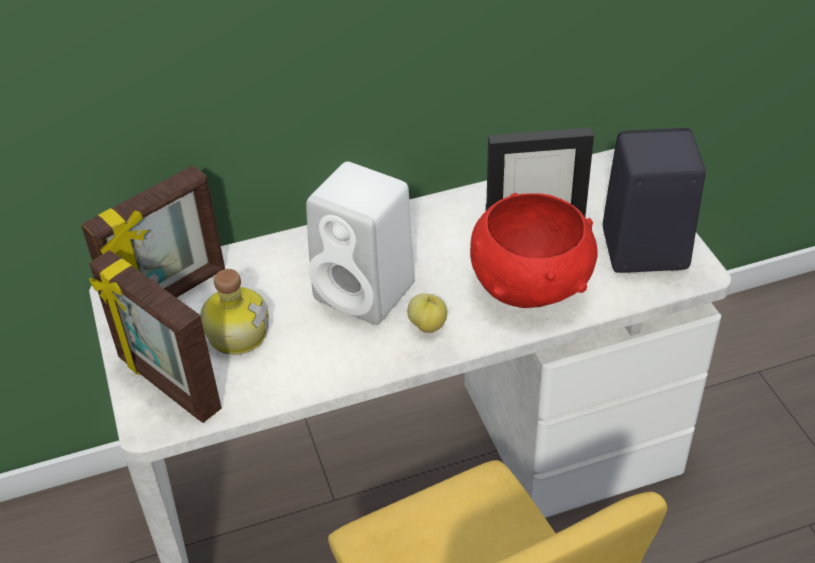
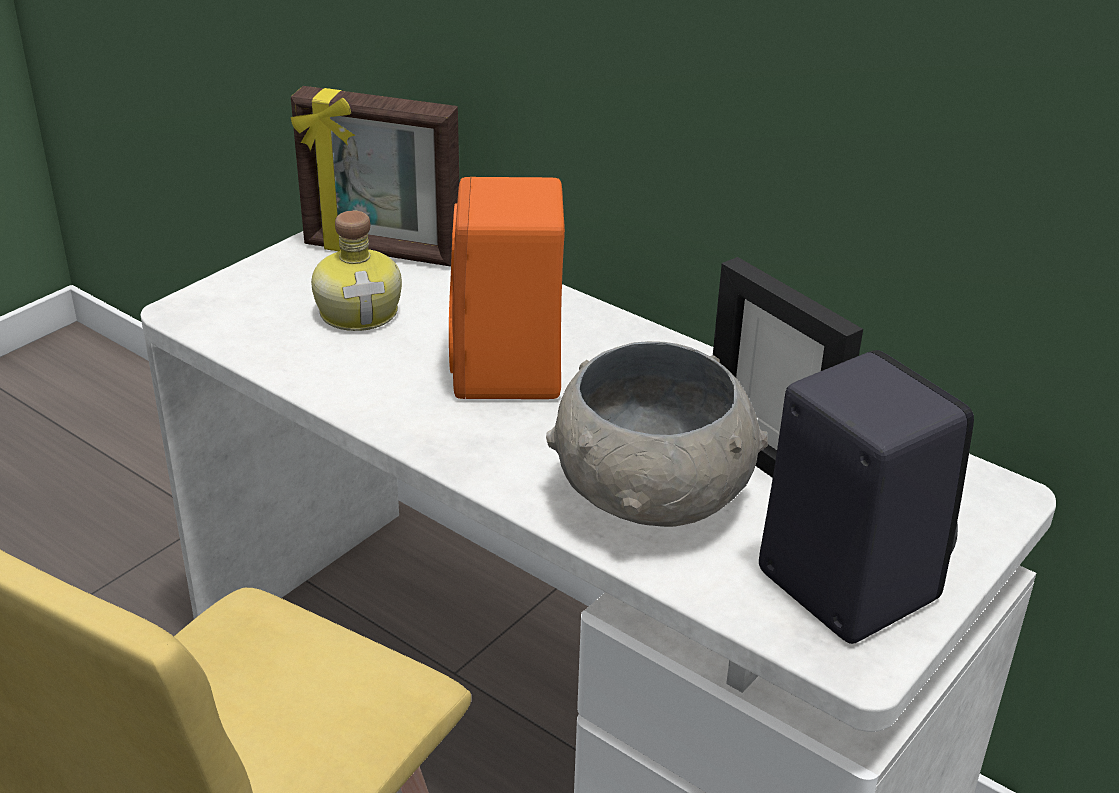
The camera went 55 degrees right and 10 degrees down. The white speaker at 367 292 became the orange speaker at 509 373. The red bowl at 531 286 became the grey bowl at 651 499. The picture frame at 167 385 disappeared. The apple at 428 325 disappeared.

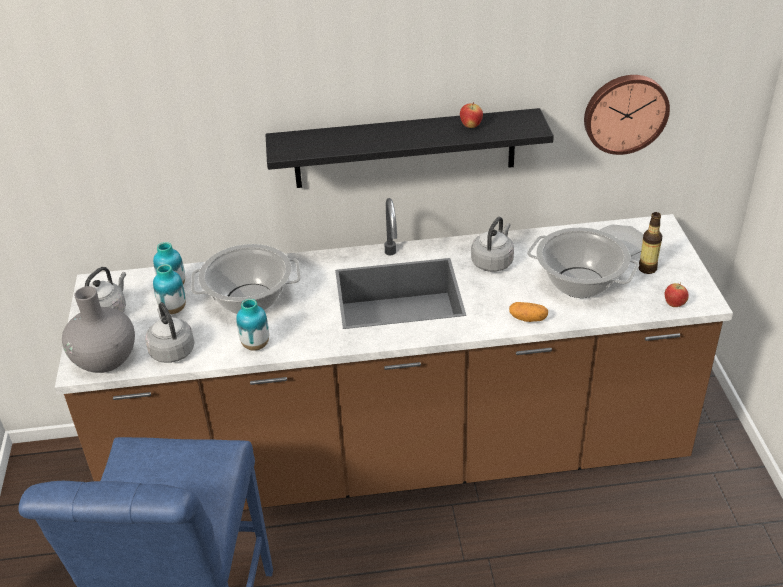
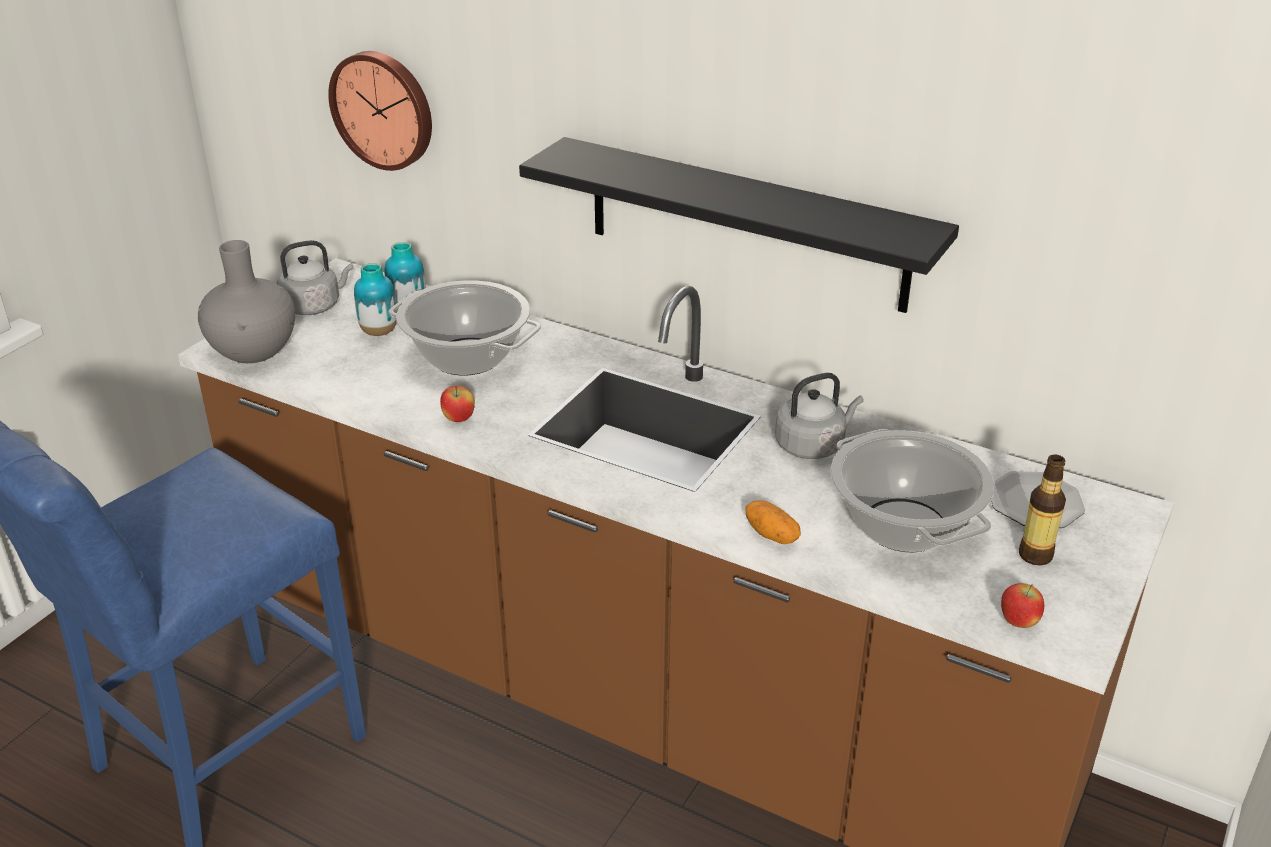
The camera went 35 degrees right and 5 degrees down. The wall clock moved from 625 113 to 384 109. The apple moved from 471 126 to 459 419. The grey kettle at 171 350 disappeared. The vase at 255 345 disappeared.

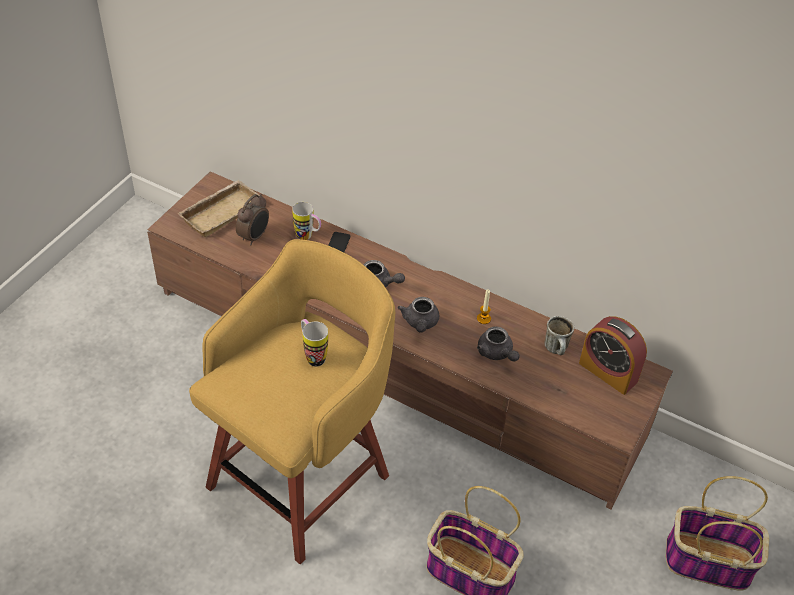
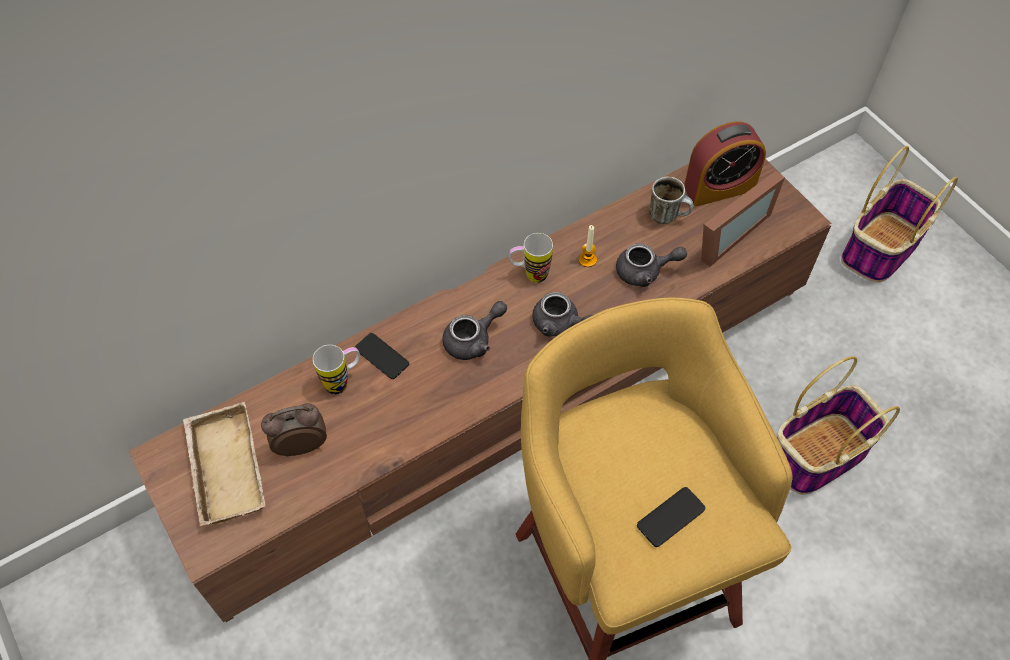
The camera went 60 degrees left and 10 degrees up. The alarm clock at 254 237 turned 75 degrees counterclockwise. The mug moved from 312 355 to 529 275. The phone at 671 517 appeared. The picture frame at 725 234 appeared.

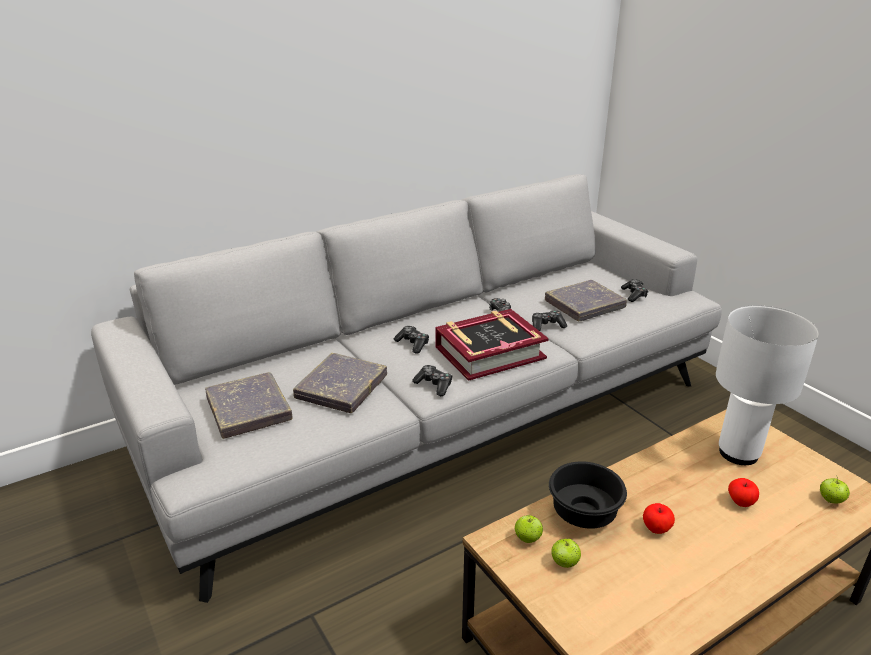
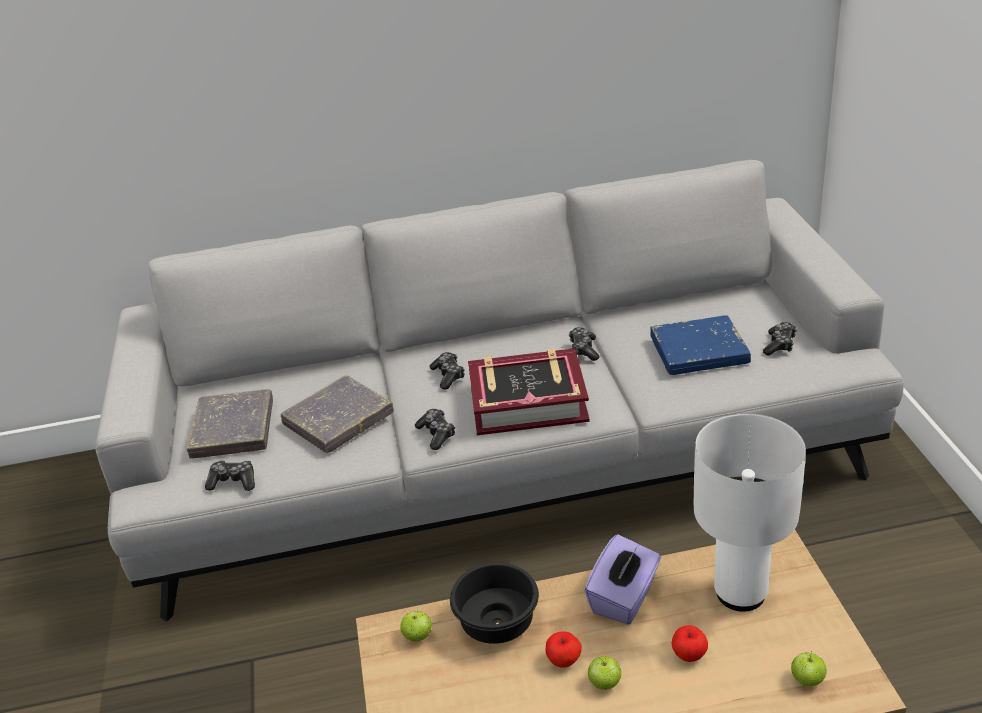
The camera went 25 degrees right and 5 degrees up. The game controller moved from 547 326 to 233 482. The purple tissue box at 624 598 appeared. The apple moved from 564 563 to 604 684. The grey book at 584 305 became the blue book at 699 351.

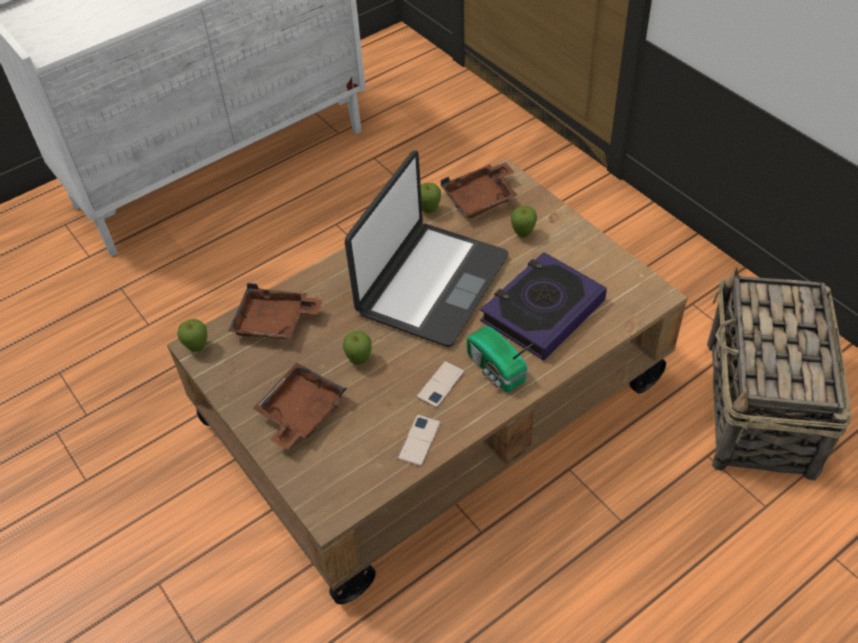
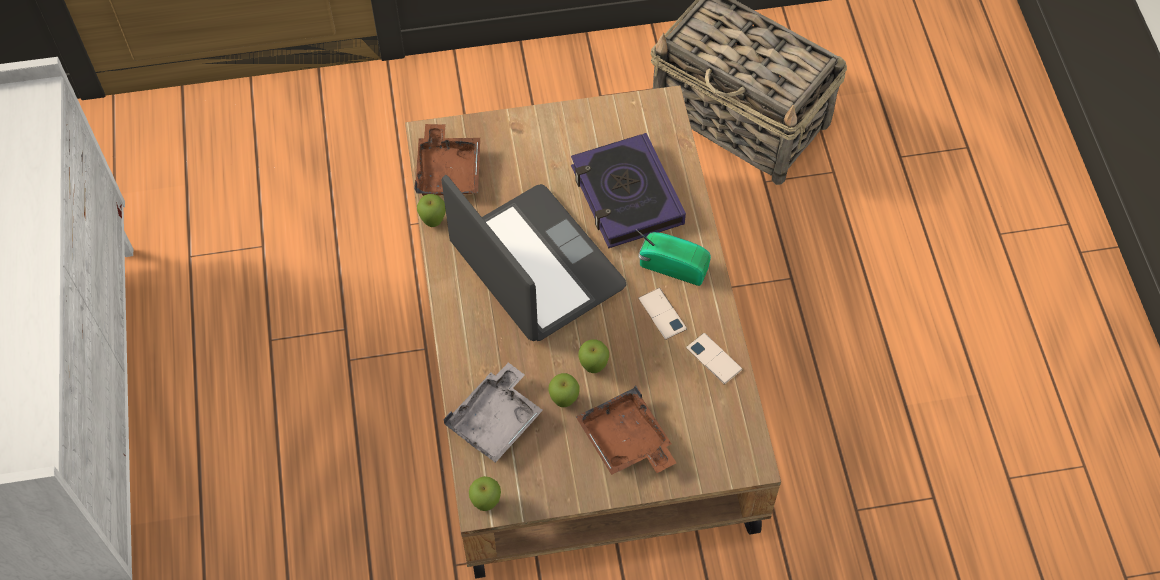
The camera went 65 degrees left and 10 degrees up. The brown tray at 275 322 became the grey tray at 496 420. The apple moved from 523 234 to 564 401. The radio at 496 370 turned 150 degrees counterclockwise.

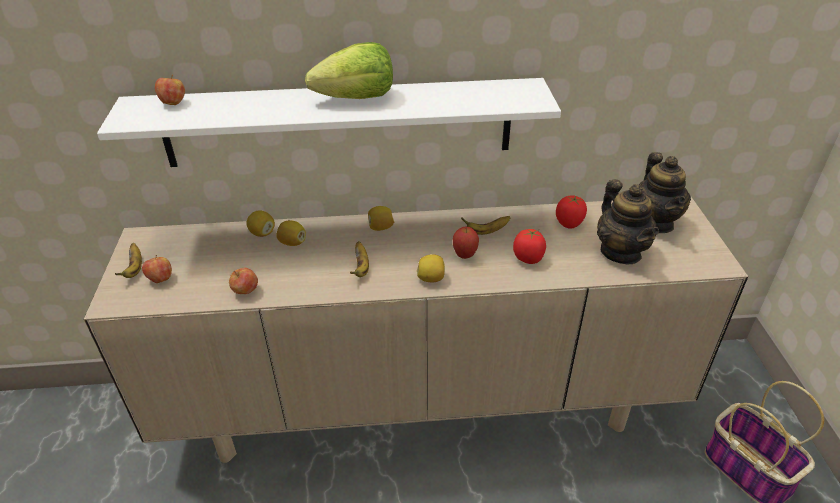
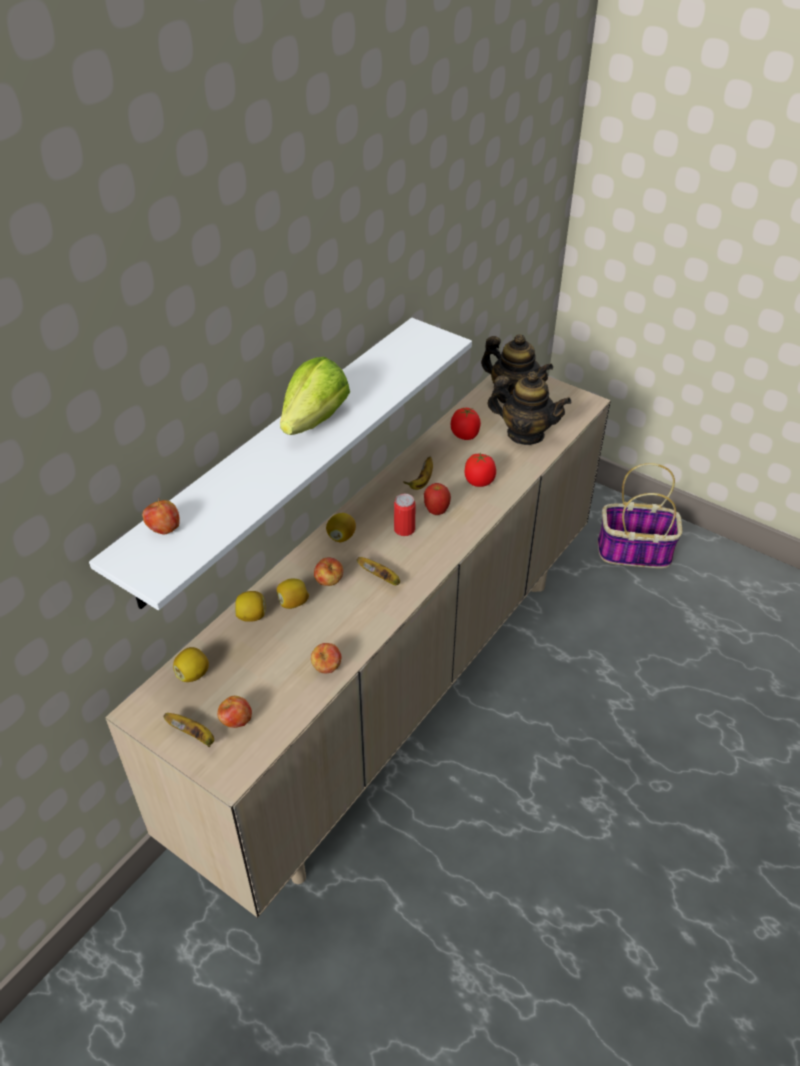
The camera went 50 degrees left and 5 degrees up. The lemon moved from 431 278 to 193 674. The apple at 329 581 appeared. The can at 404 529 appeared.

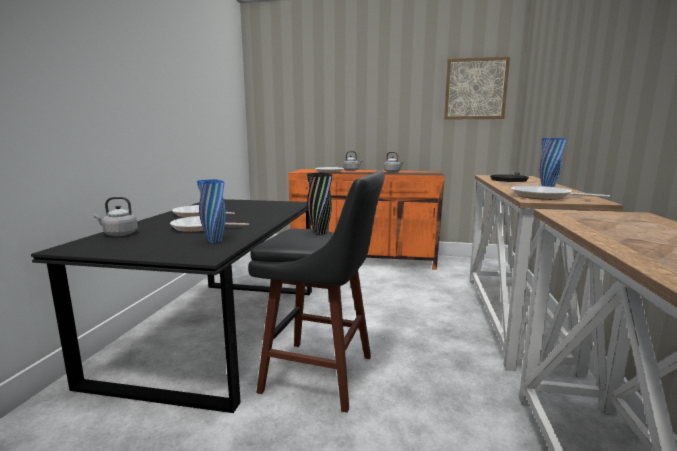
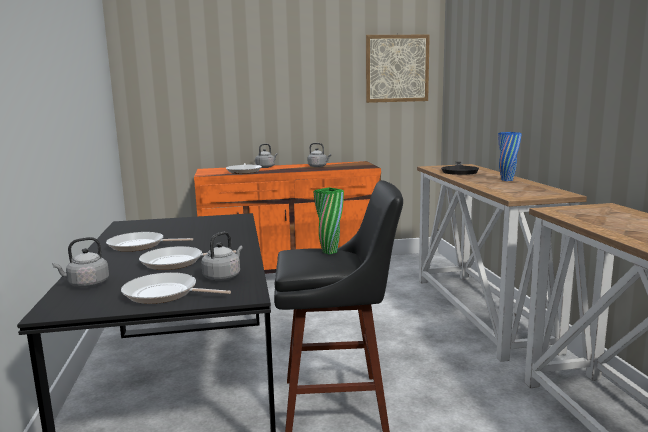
The camera went 20 degrees left and 0 degrees up. The frying pan moved from 544 197 to 164 294. The blue vase at 214 241 was replaced by the grey kettle at 223 276. The black vase at 320 233 became the green vase at 329 252.

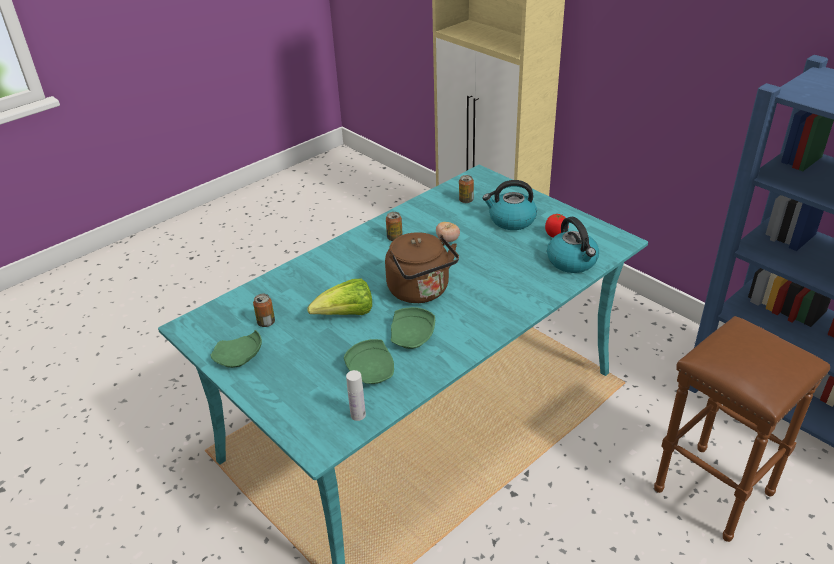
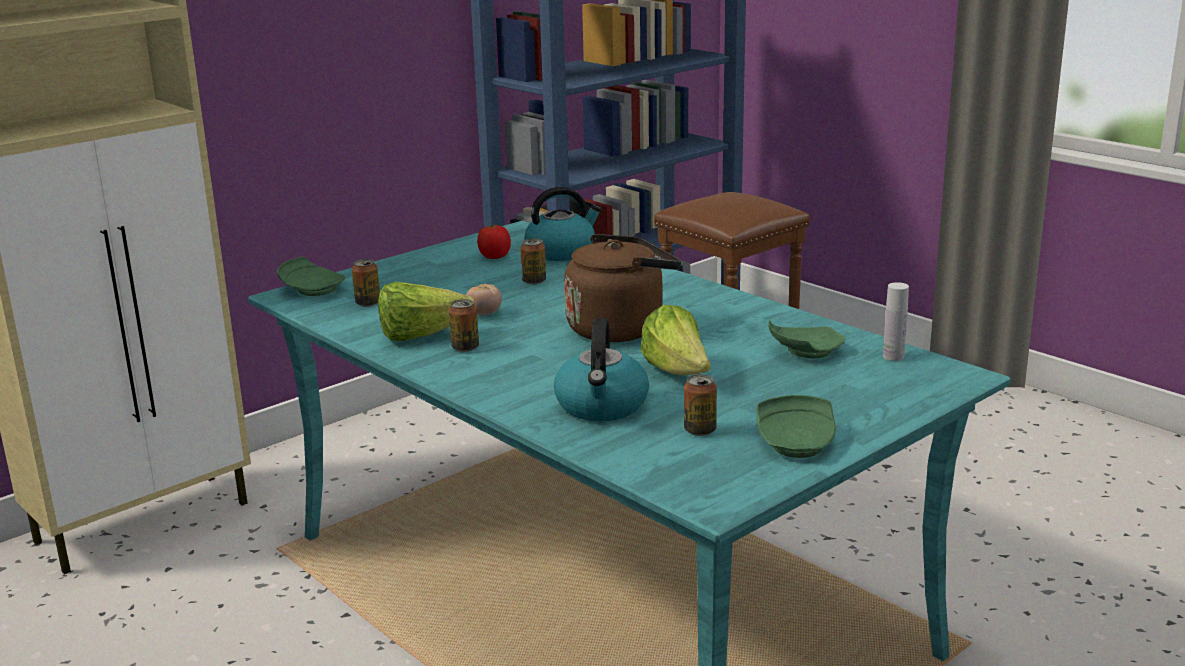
The camera went 90 degrees left and 15 degrees down. The green plate moved from 412 337 to 312 289. The lettuce at 421 336 appeared. The can at 534 281 appeared. The kettle moved from 511 220 to 602 406.

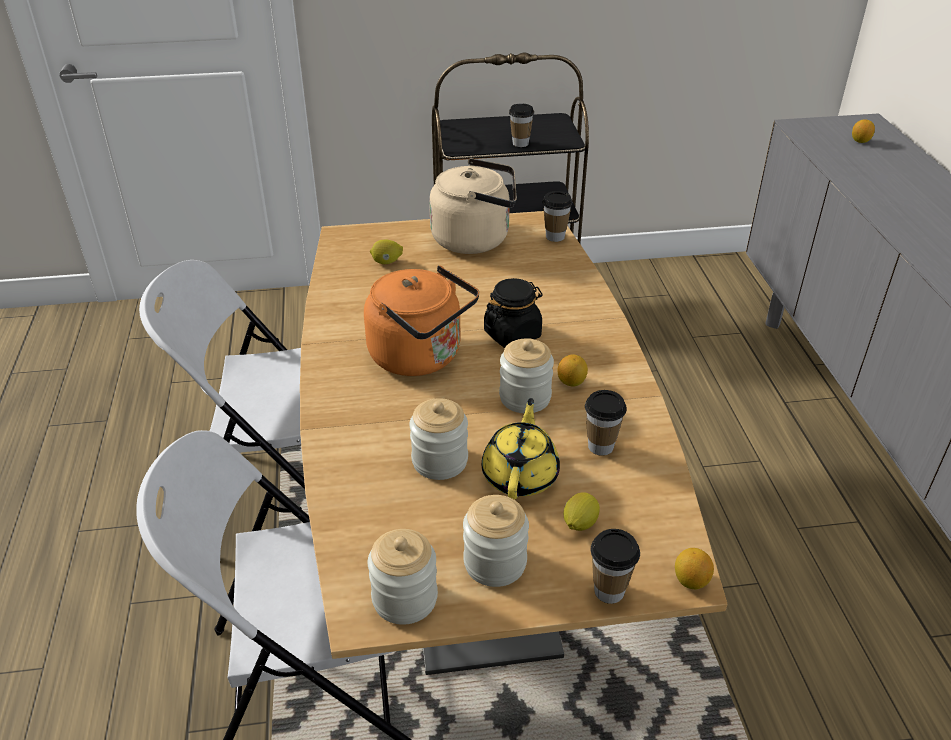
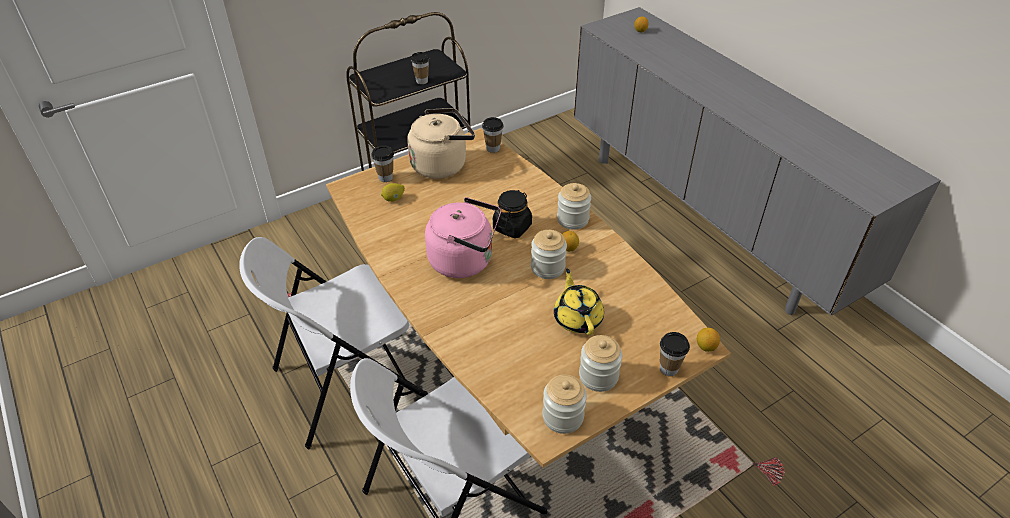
The camera went 25 degrees left and 5 degrees up. The cup moved from 601 446 to 385 178. The orange kettle at 421 357 became the pink kettle at 465 261. The jar moved from 440 461 to 572 219. The lemon at 579 524 disappeared.

